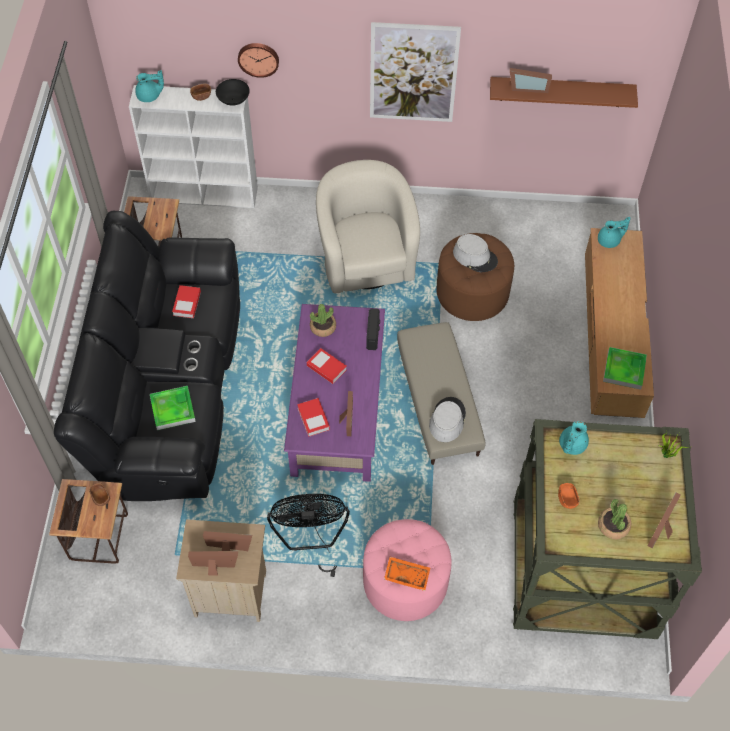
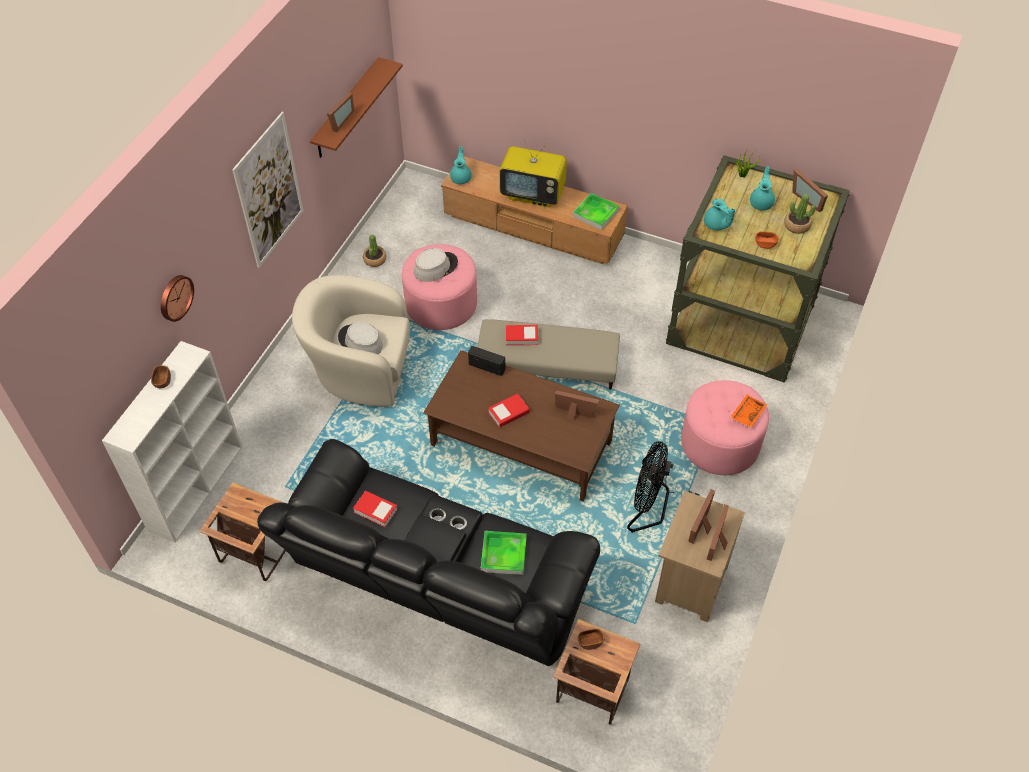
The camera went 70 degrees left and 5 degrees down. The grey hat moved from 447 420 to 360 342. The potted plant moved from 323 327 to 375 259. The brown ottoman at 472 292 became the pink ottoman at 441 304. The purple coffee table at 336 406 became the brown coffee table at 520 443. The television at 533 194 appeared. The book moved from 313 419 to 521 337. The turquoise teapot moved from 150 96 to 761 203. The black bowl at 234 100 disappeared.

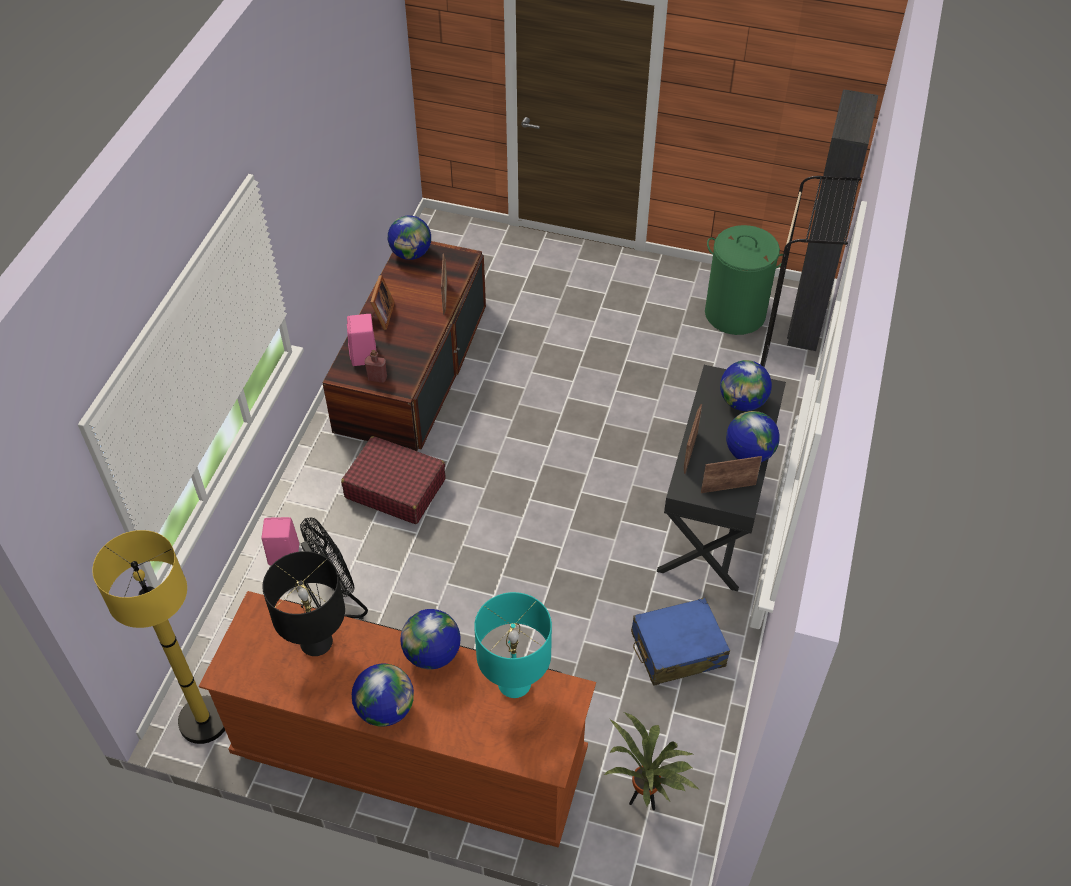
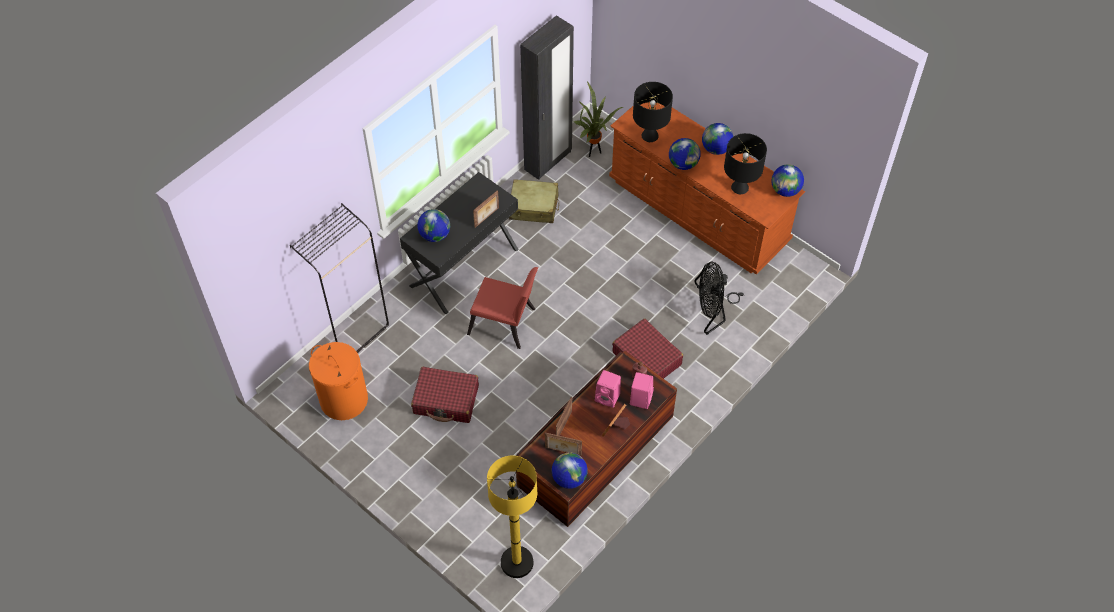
The camera went 155 degrees left and 5 degrees up. The green laundry basket at 735 313 became the orange laundry basket at 343 400. The red suitcase at 446 400 appeared. The red chair at 505 324 appeared. The yellow floor lamp moved from 204 720 to 517 562. The blue suitcase at 677 649 became the beige suitcase at 534 207. The black wardrobe moved from 805 323 to 548 161. The picture frame moved from 728 487 to 563 452. The pink speaker moved from 282 555 to 608 397. The turquoise table lamp at 514 685 became the black table lamp at 649 137. The globe moved from 748 453 to 785 190.

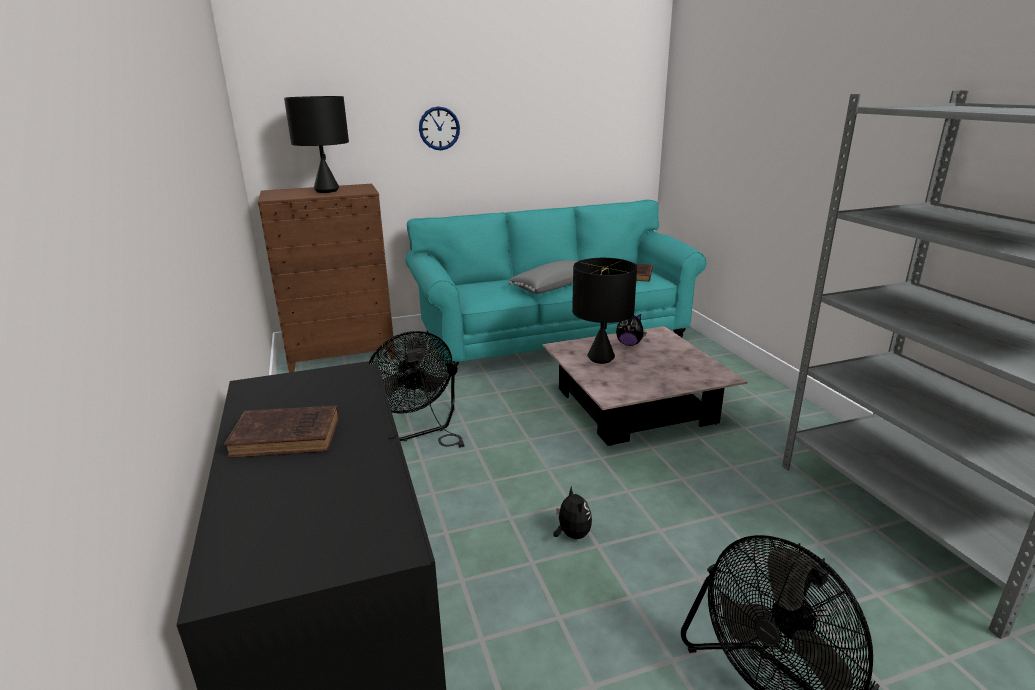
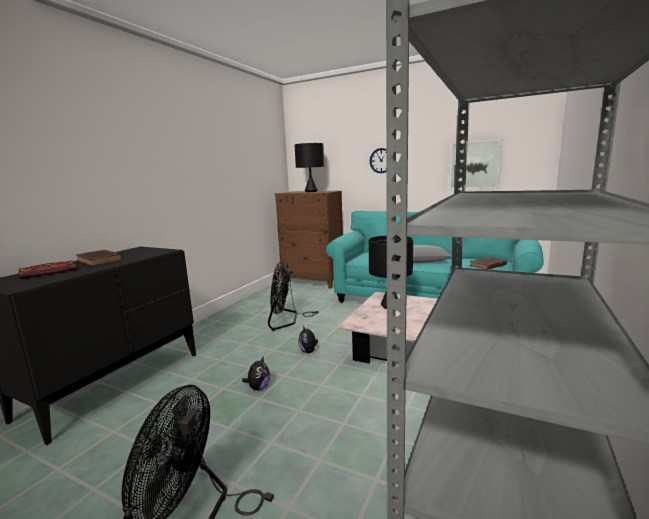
The camera went 45 degrees right and 10 degrees down. The book at 50 271 appeared. The black fan at 421 428 turned 105 degrees counterclockwise. The plush toy moved from 629 344 to 309 351. The picture at 474 164 appeared.

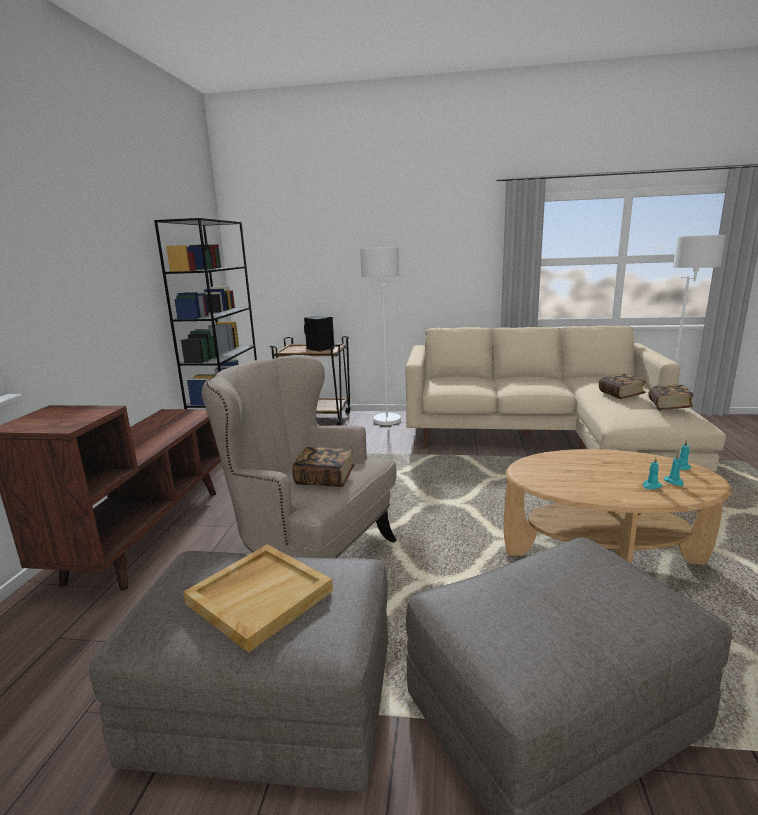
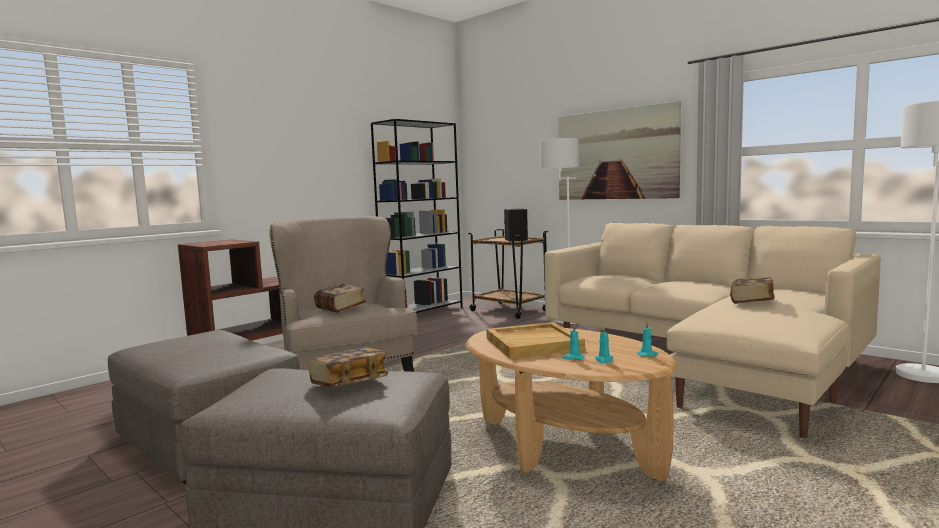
The camera went 35 degrees right and 10 degrees down. The book moved from 669 406 to 349 383. The beige tray moved from 260 596 to 534 343. The picture at 616 154 appeared.

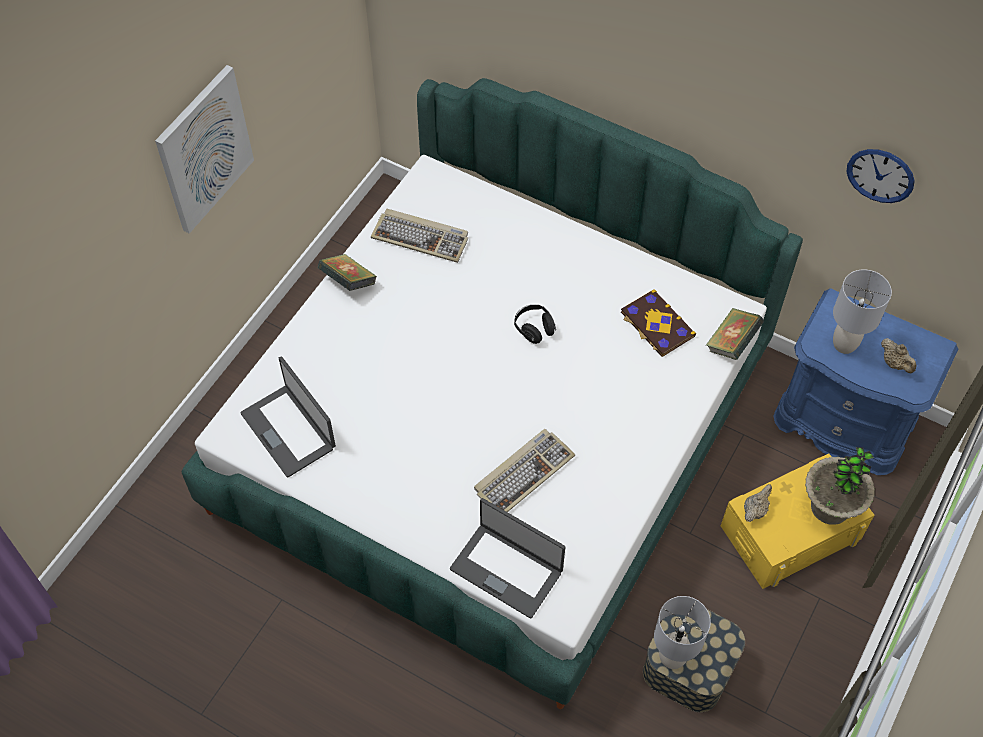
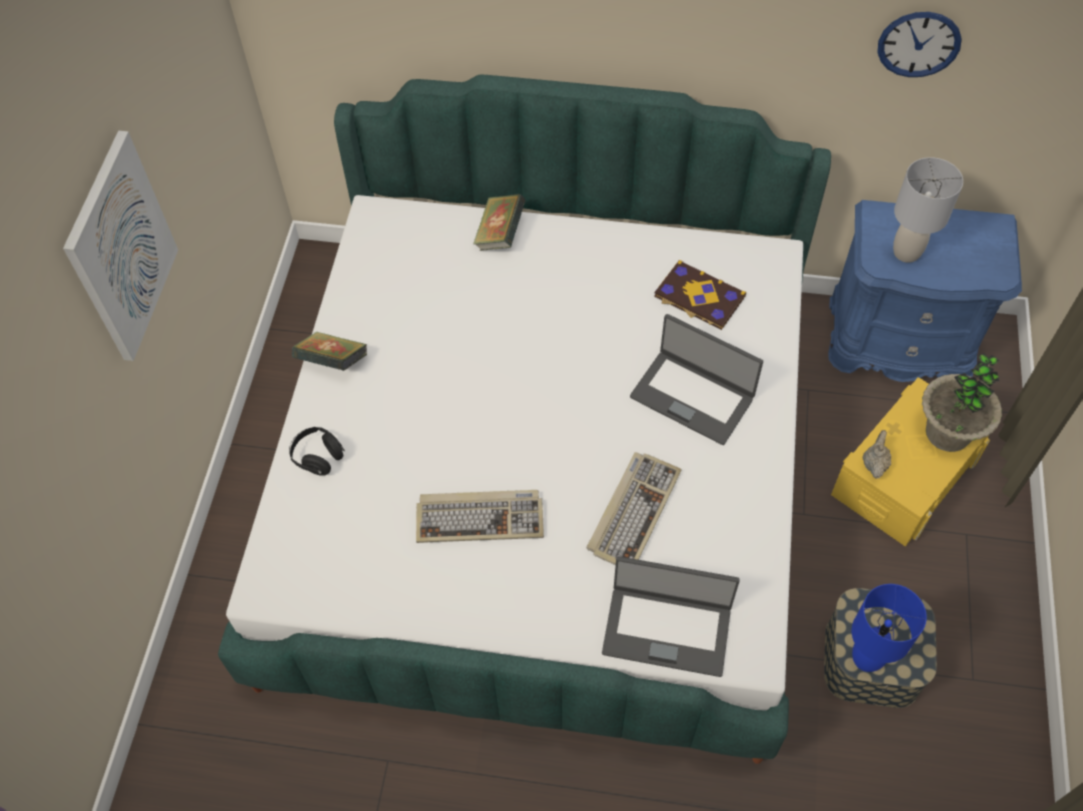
The camera went 20 degrees left and 0 degrees up. The black headphones moved from 534 329 to 318 457. The keyboard moved from 421 237 to 480 518. The book moved from 732 343 to 500 235. The laptop moved from 289 430 to 692 396. The grey table lamp at 671 658 became the blue table lamp at 866 659. The beige teapot at 894 363 disappeared.

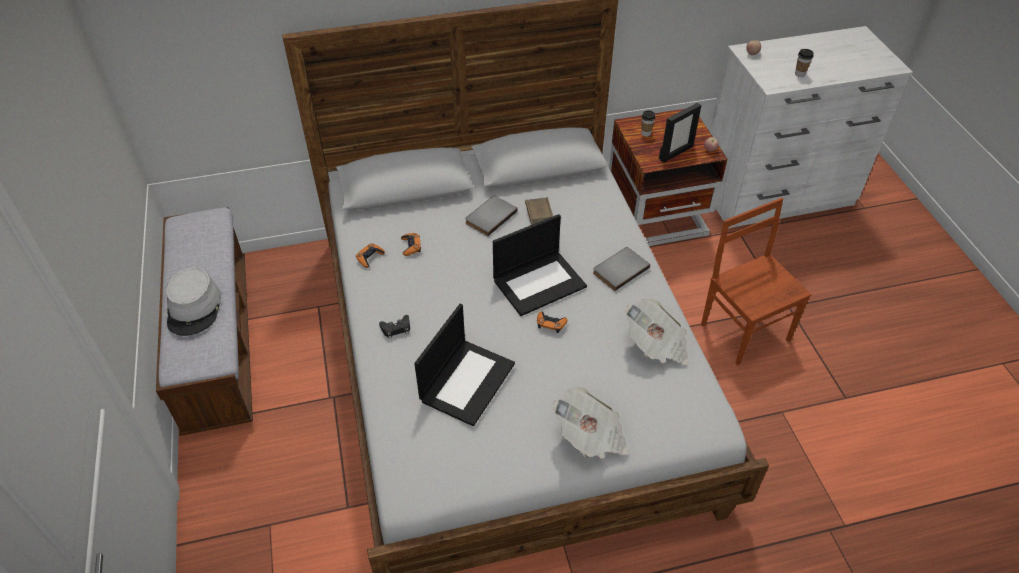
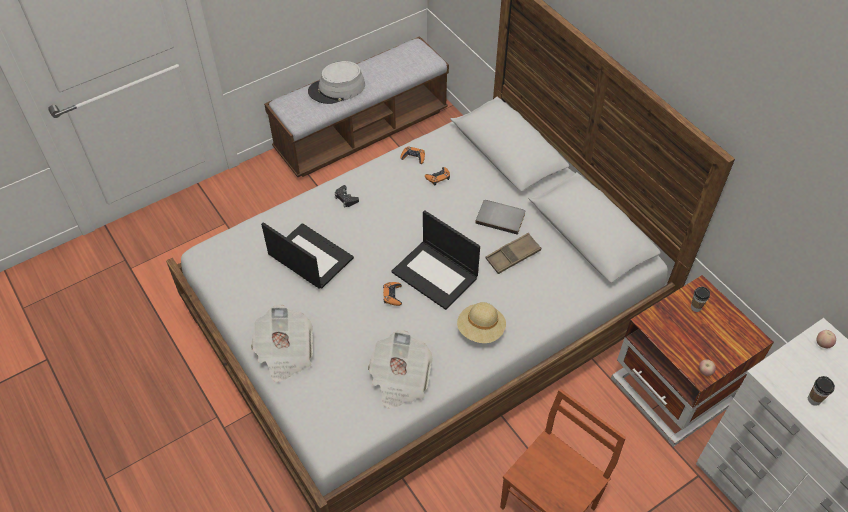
The camera went 70 degrees right and 5 degrees up. The laptop at 467 381 turned 150 degrees counterclockwise. The grey book at 619 269 was replaced by the beige hat at 481 330. The picture frame at 676 152 disappeared.

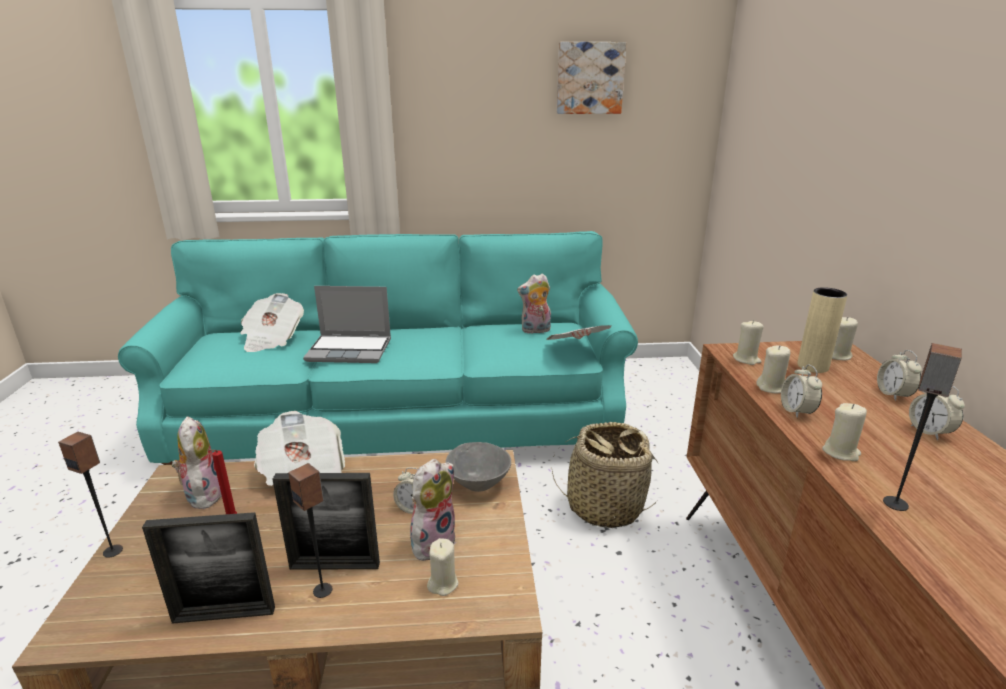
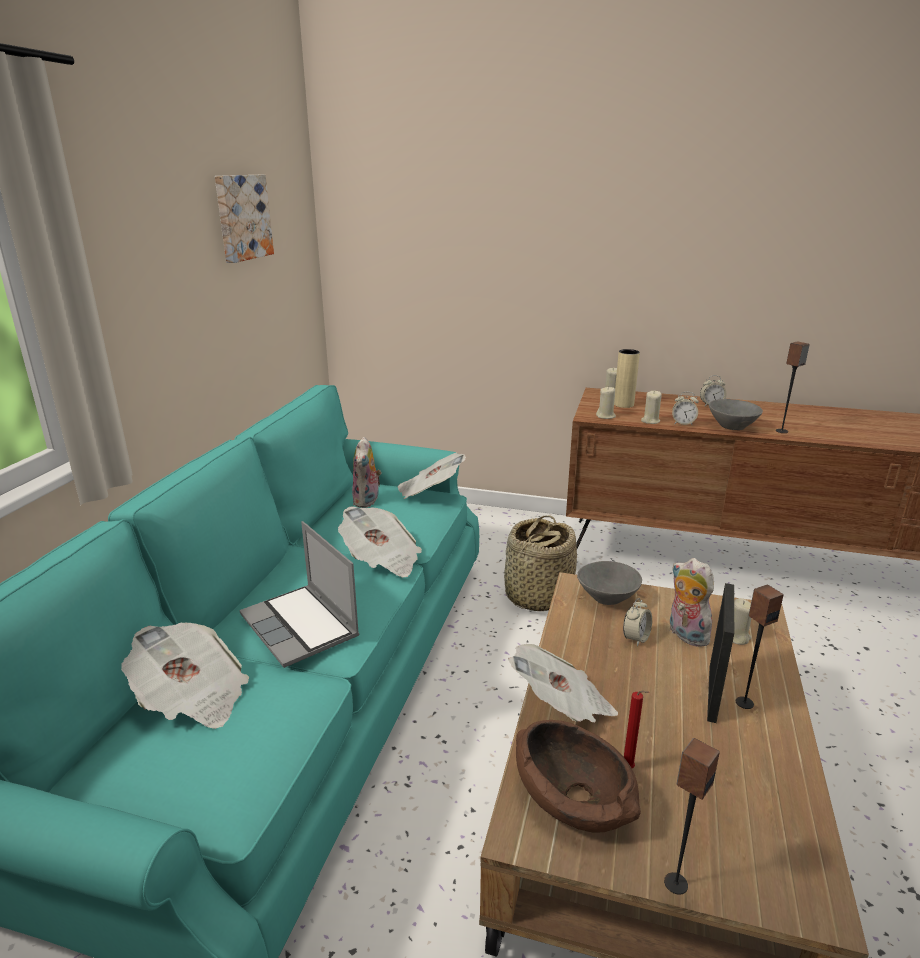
The camera went 70 degrees left and 0 degrees up. The laptop at 351 350 turned 120 degrees clockwise. The newspaper at 382 560 appeared. The plush toy at 203 494 was replaced by the brown bowl at 573 797. The beige candle at 841 452 was replaced by the grey bowl at 732 427. The picture frame at 224 615 disappeared. The alarm clock at 893 394 disappeared.

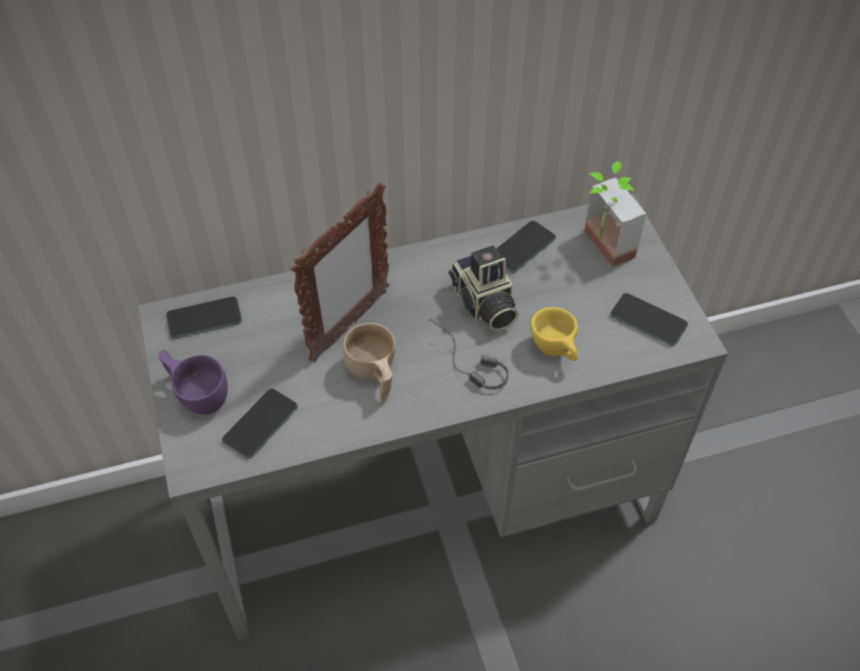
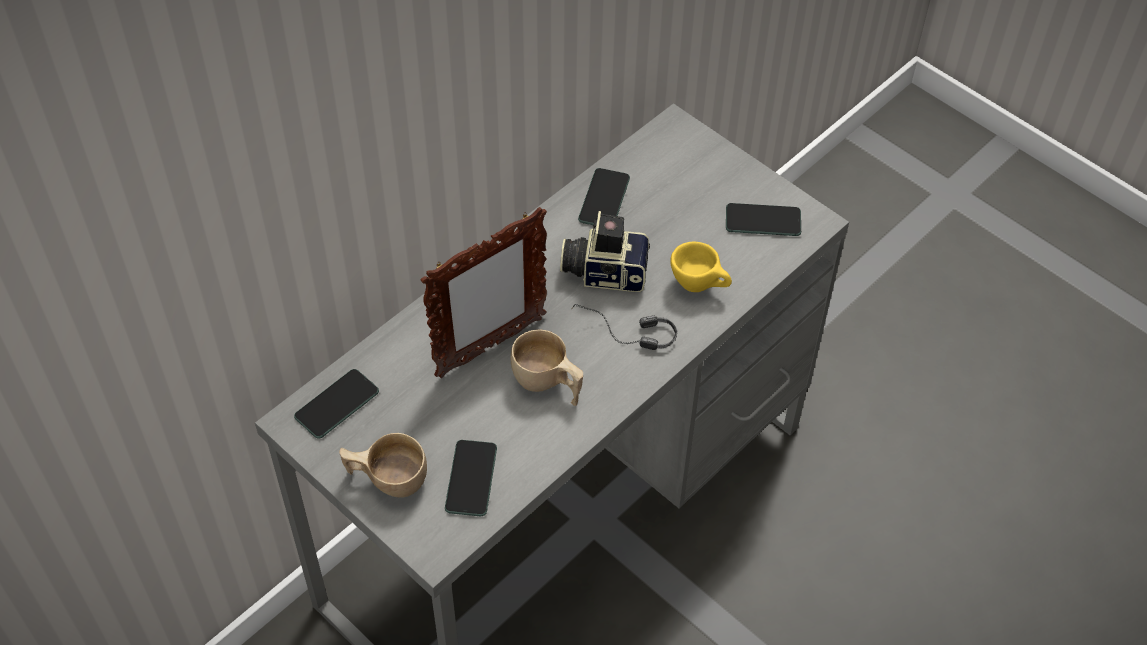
The camera went 30 degrees left and 0 degrees up. The purple cup at 198 393 became the beige cup at 386 479. The picture frame at 349 325 turned 45 degrees clockwise. The photo camera at 483 304 turned 150 degrees clockwise. The potted plant at 599 248 disappeared.

